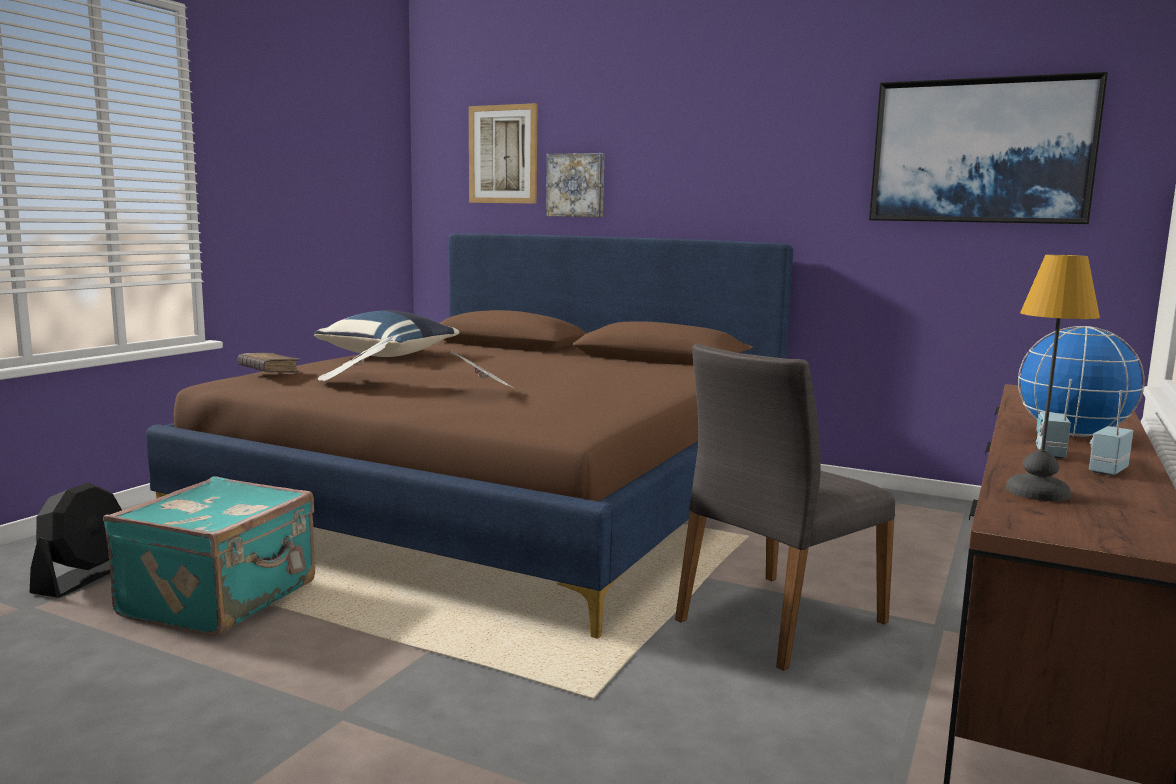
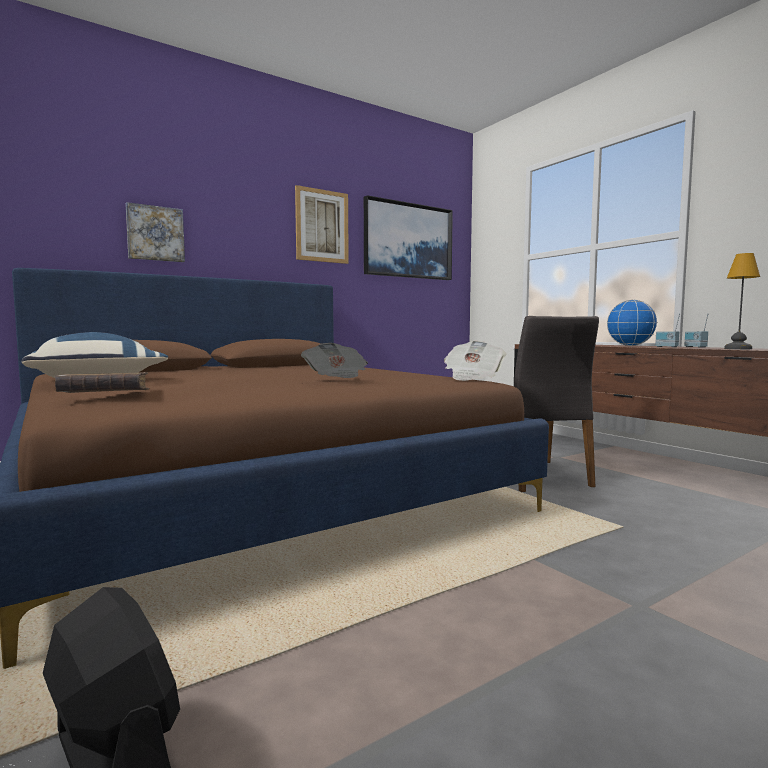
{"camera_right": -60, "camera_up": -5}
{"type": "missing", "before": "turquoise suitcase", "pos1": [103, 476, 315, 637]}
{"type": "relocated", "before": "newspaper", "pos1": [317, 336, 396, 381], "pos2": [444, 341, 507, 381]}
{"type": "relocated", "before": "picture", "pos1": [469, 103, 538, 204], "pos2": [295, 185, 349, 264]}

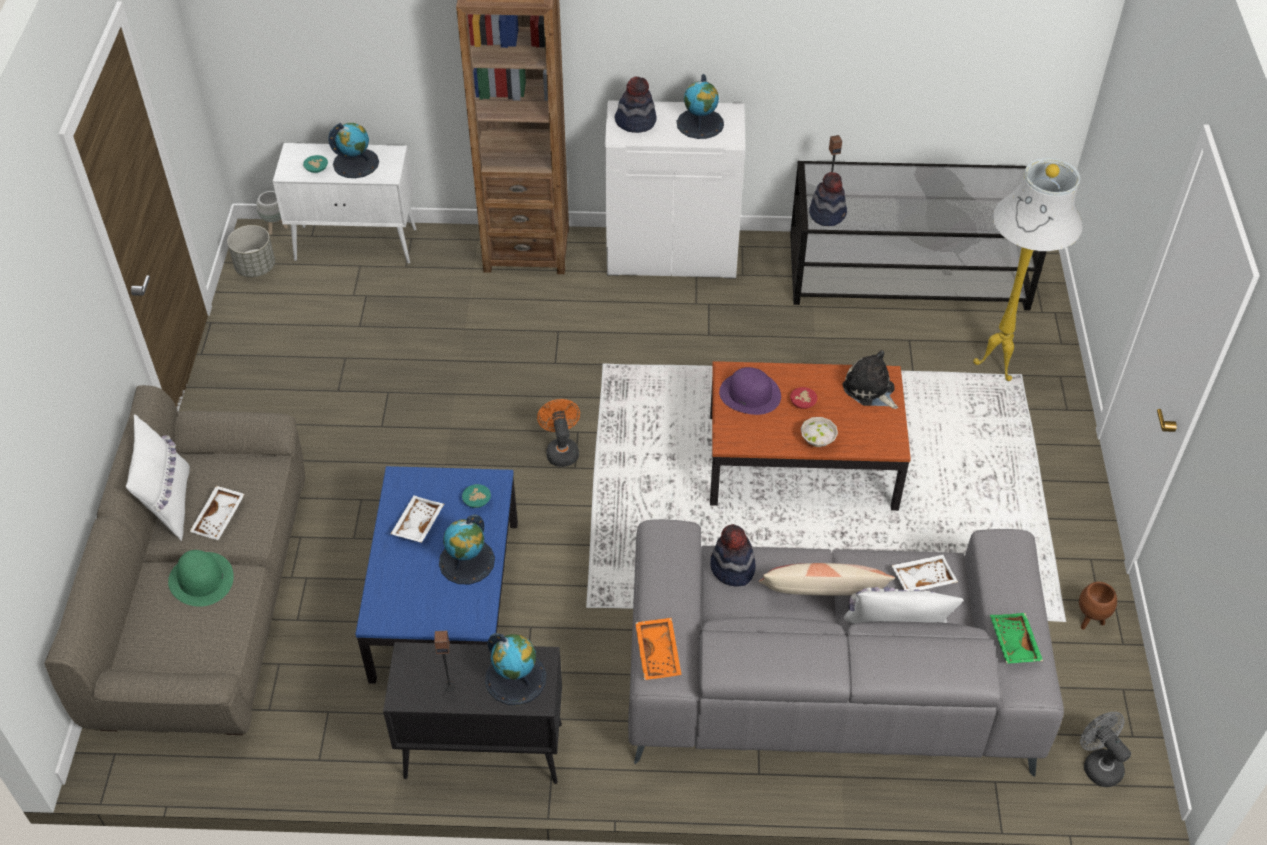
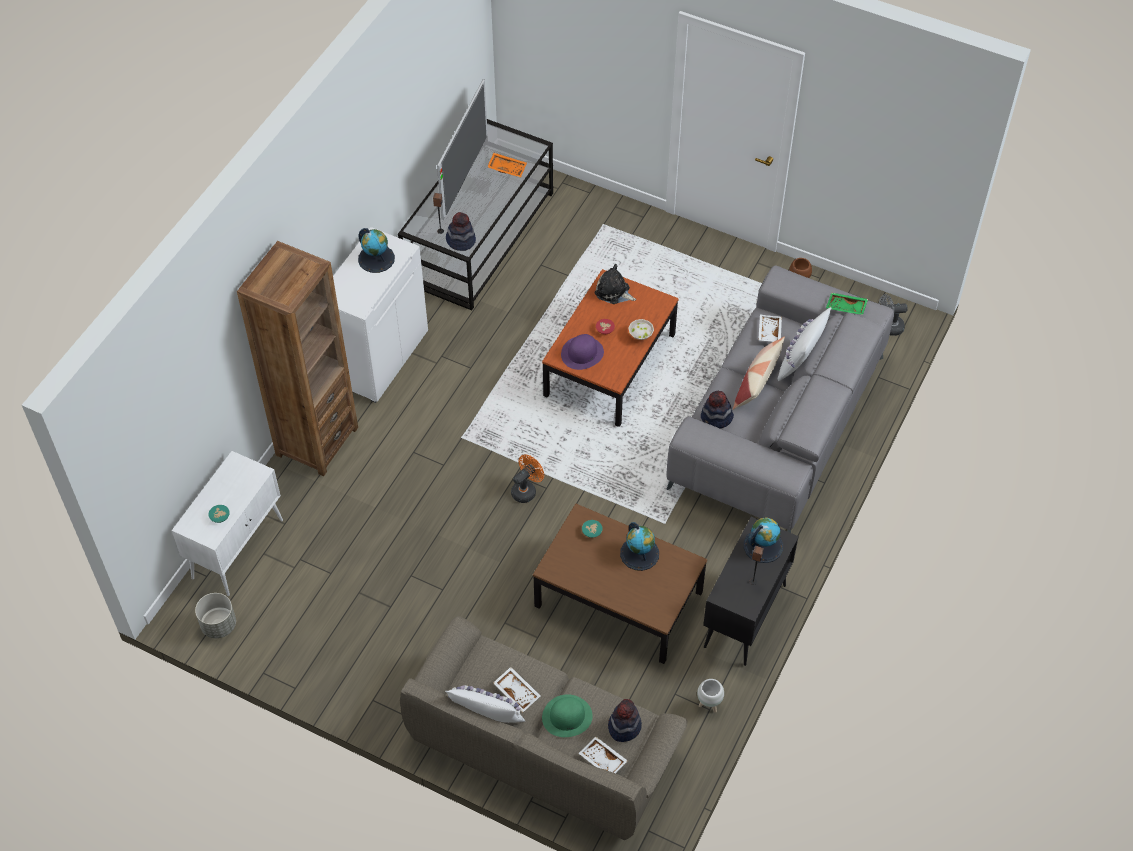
{"camera_right": -65, "camera_up": 5}
{"type": "relocated", "before": "white planter", "pos1": [256, 191, 288, 235], "pos2": [697, 679, 724, 713]}
{"type": "missing", "before": "globe", "pos1": [328, 123, 379, 178]}
{"type": "colour", "before": "blue coffee table", "after": "brown coffee table", "pos1": [355, 466, 518, 684], "pos2": [533, 504, 707, 664]}
{"type": "relocated", "before": "white tray", "pos1": [390, 495, 444, 543], "pos2": [579, 736, 628, 773]}
{"type": "spun", "before": "orange fan", "pos1": [537, 399, 580, 467], "pos2": [511, 454, 544, 503], "turn": 120}
{"type": "relocated", "before": "hat", "pos1": [614, 77, 656, 133], "pos2": [608, 699, 642, 742]}
{"type": "relocated", "before": "orange tray", "pos1": [635, 618, 682, 680], "pos2": [487, 153, 527, 178]}
{"type": "spun", "before": "plush toy", "pos1": [842, 350, 898, 409], "pos2": [595, 264, 636, 304], "turn": 45}
{"type": "missing", "before": "white floor lamp", "pos1": [973, 158, 1082, 381]}
{"type": "appeared", "after": "television", "pos2": [437, 79, 488, 220]}

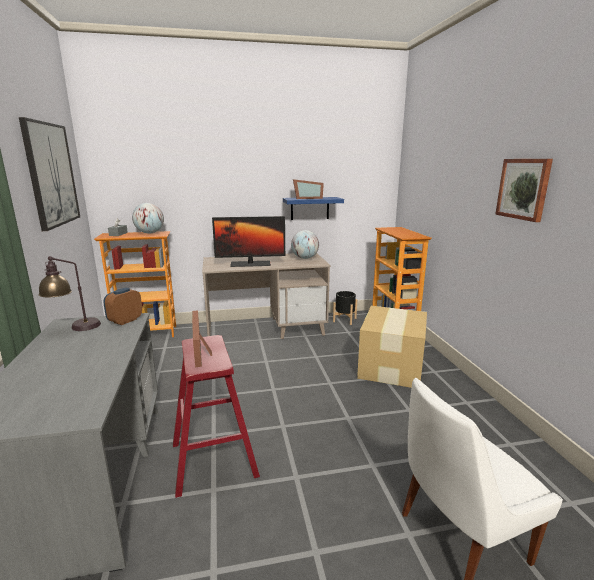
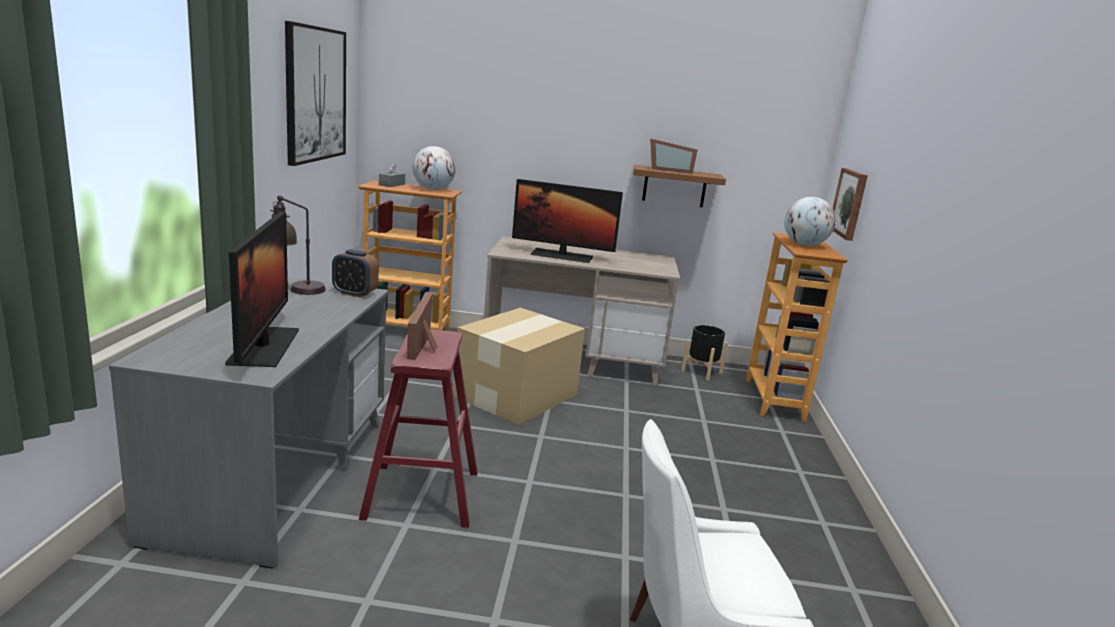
{"camera_right": 15, "camera_up": 0}
{"type": "spun", "before": "alarm clock", "pos1": [104, 287, 142, 325], "pos2": [332, 249, 379, 298], "turn": -120}
{"type": "colour", "before": "blue shelf", "after": "brown shelf", "pos1": [283, 197, 344, 220], "pos2": [633, 165, 726, 207]}
{"type": "relocated", "before": "globe", "pos1": [291, 230, 319, 259], "pos2": [784, 197, 836, 246]}
{"type": "relocated", "before": "cardboard box", "pos1": [357, 306, 427, 388], "pos2": [453, 308, 585, 425]}
{"type": "relocated", "before": "picture", "pos1": [495, 159, 553, 222], "pos2": [833, 168, 868, 241]}
{"type": "appeared", "after": "monitor", "pos2": [225, 212, 299, 367]}

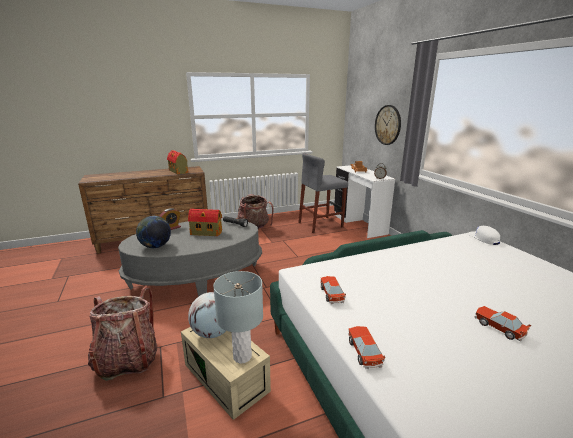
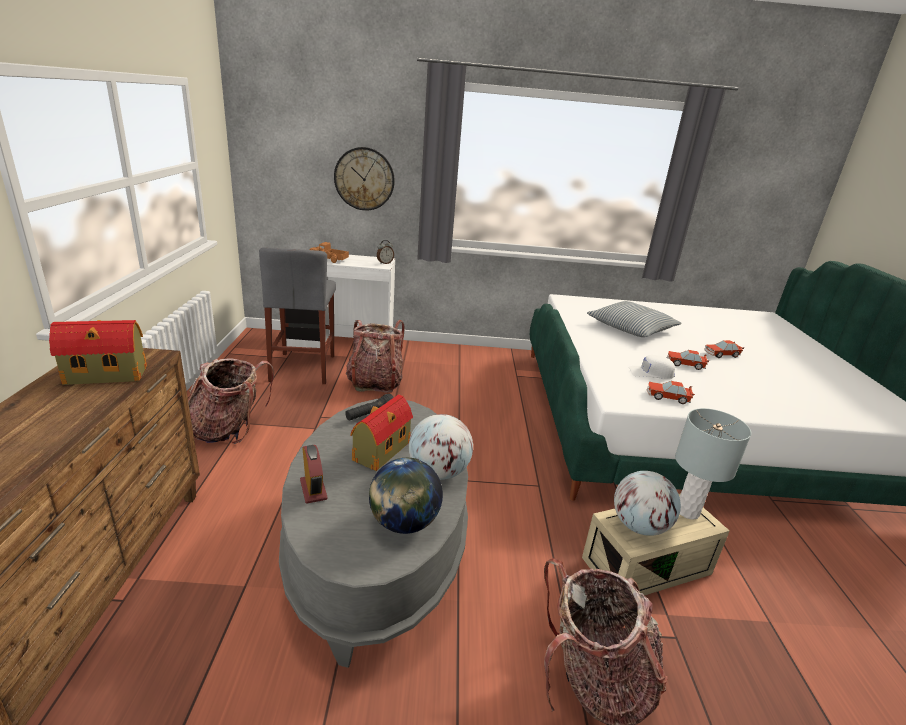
{"camera_right": -70, "camera_up": 5}
{"type": "relocated", "before": "toy car", "pos1": [348, 326, 385, 369], "pos2": [667, 350, 709, 370]}
{"type": "relocated", "before": "white cap", "pos1": [467, 226, 500, 245], "pos2": [629, 355, 675, 379]}
{"type": "appeared", "after": "backpack", "pos2": [346, 320, 405, 393]}
{"type": "appeared", "after": "globe", "pos2": [409, 414, 473, 480]}
{"type": "appeared", "after": "pillow", "pos2": [587, 301, 682, 337]}

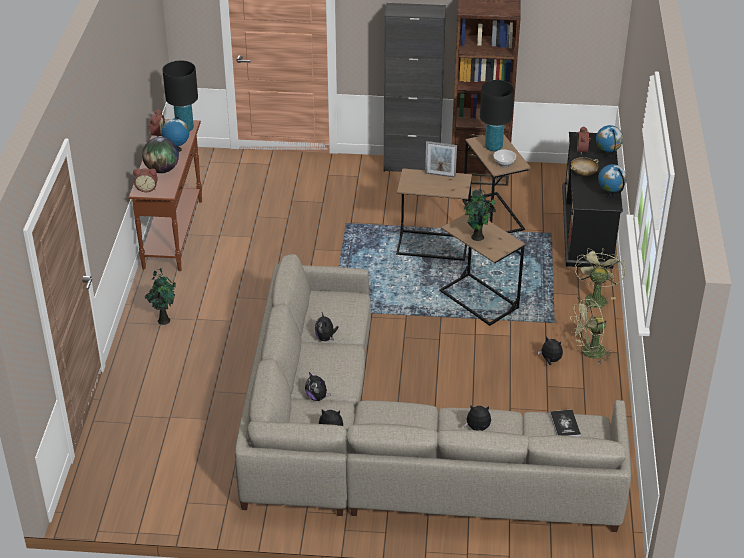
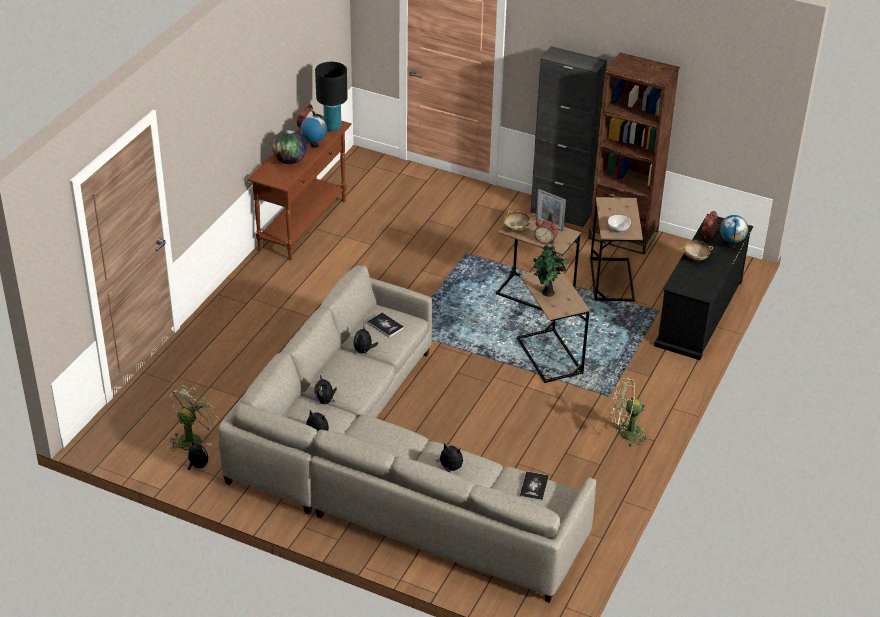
{"camera_right": 20, "camera_up": 0}
{"type": "relocated", "before": "alarm clock", "pos1": [133, 168, 158, 192], "pos2": [534, 219, 558, 244]}
{"type": "missing", "before": "potted plant", "pos1": [145, 268, 176, 325]}
{"type": "missing", "before": "black table lamp", "pos1": [480, 80, 514, 151]}
{"type": "relocated", "before": "plush toy", "pos1": [538, 336, 563, 365], "pos2": [186, 441, 208, 470]}
{"type": "relocated", "before": "green fan", "pos1": [575, 247, 625, 312], "pos2": [169, 385, 218, 451]}
{"type": "missing", "before": "globe", "pos1": [598, 164, 627, 198]}
{"type": "appeared", "after": "book", "pos2": [367, 313, 404, 338]}
{"type": "appeared", "after": "beige bowl", "pos2": [503, 210, 530, 231]}

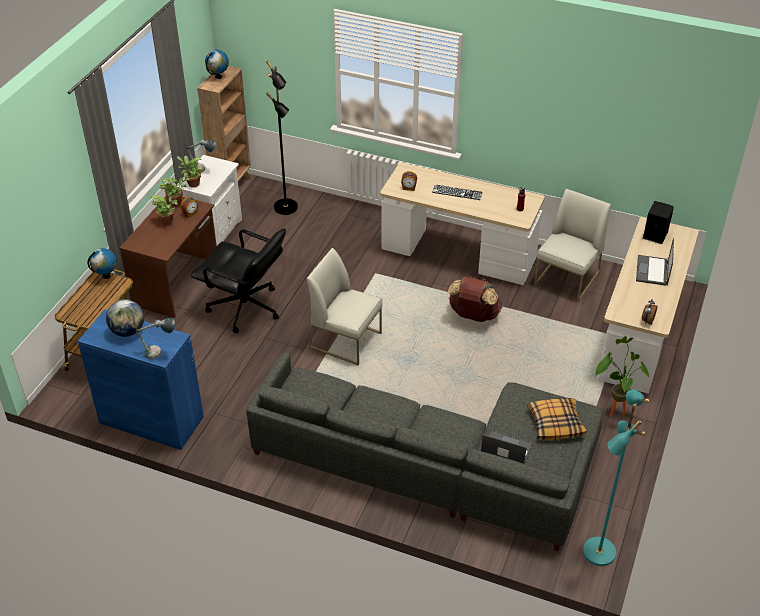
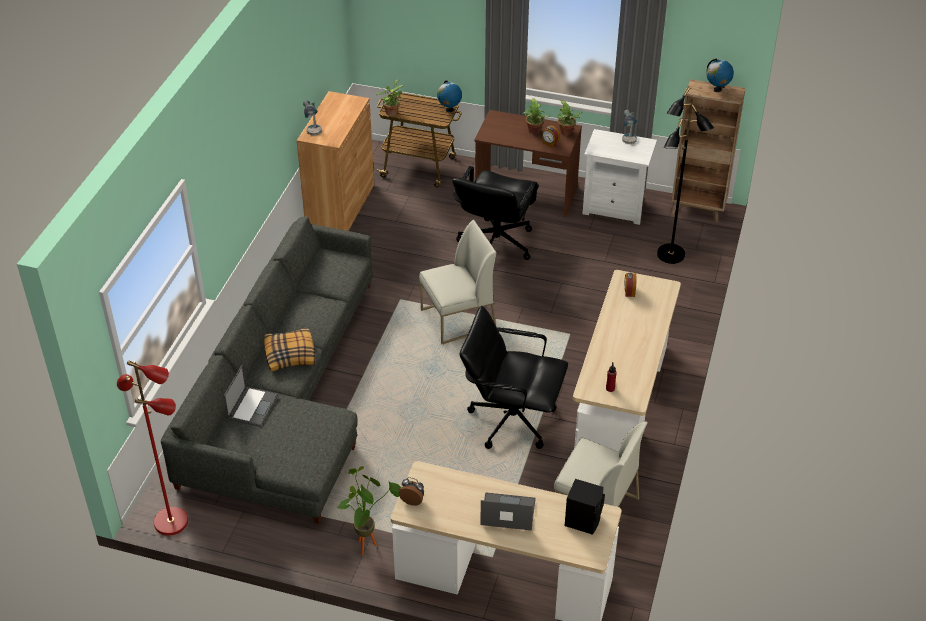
{"camera_right": 85, "camera_up": 0}
{"type": "colour", "before": "blue cabinet", "after": "brown cabinet", "pos1": [78, 309, 204, 450], "pos2": [297, 91, 374, 231]}
{"type": "missing", "before": "globe", "pos1": [106, 299, 144, 337]}
{"type": "relocated", "before": "potted plant", "pos1": [177, 156, 203, 187], "pos2": [376, 79, 404, 116]}
{"type": "spun", "before": "white chair", "pos1": [307, 248, 383, 365], "pos2": [419, 220, 496, 344], "turn": 45}
{"type": "missing", "before": "keyboard", "pos1": [432, 185, 482, 200]}
{"type": "exchanged", "before": "brown backpack", "after": "black office chair", "pos1": [448, 276, 502, 322], "pos2": [459, 306, 568, 449]}
{"type": "relocated", "before": "pillow", "pos1": [527, 398, 587, 440], "pos2": [264, 327, 316, 372]}
{"type": "colour", "before": "turquoise floor lamp", "after": "red floor lamp", "pos1": [583, 389, 649, 566], "pos2": [117, 360, 188, 535]}

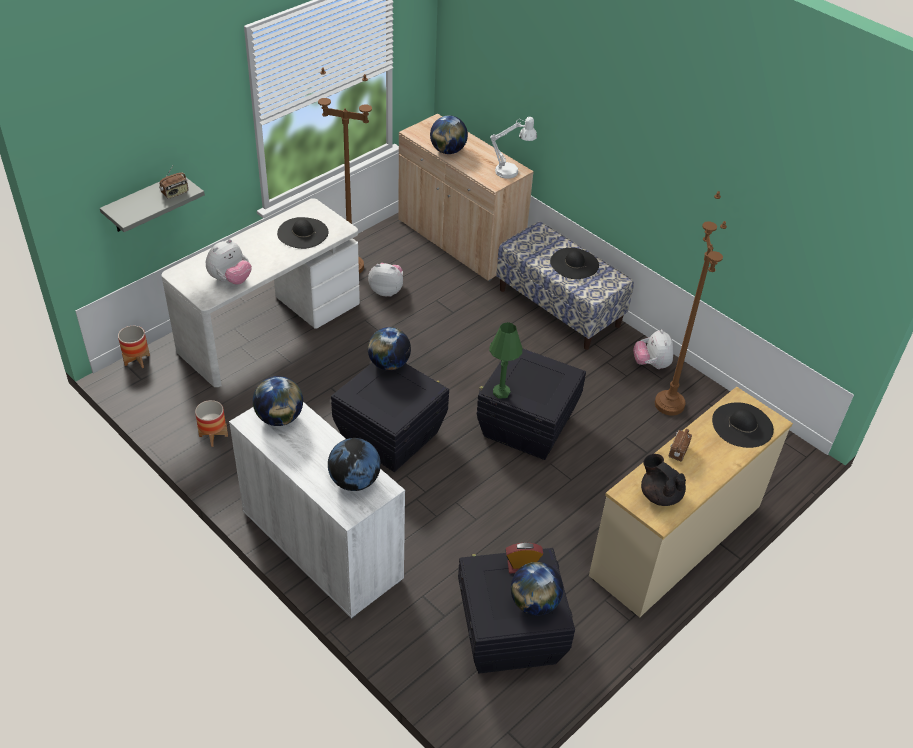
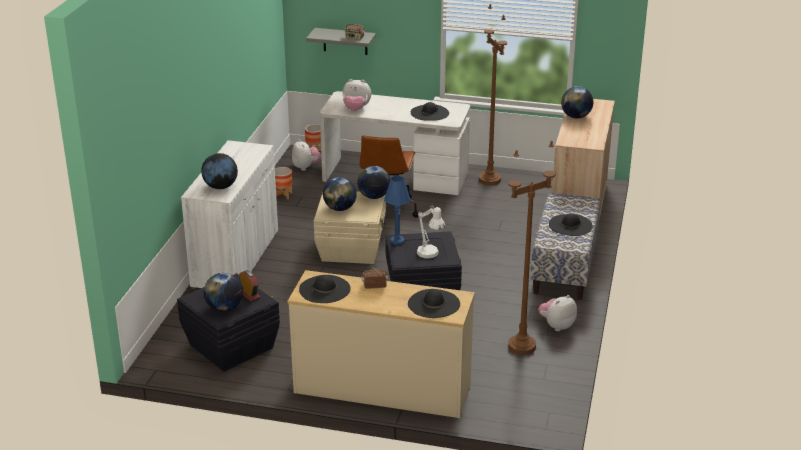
{"camera_right": 60, "camera_up": -15}
{"type": "relocated", "before": "globe", "pos1": [253, 376, 303, 426], "pos2": [323, 177, 357, 211]}
{"type": "colour", "before": "black storage box", "after": "beige storage box", "pos1": [331, 362, 449, 472], "pos2": [314, 191, 387, 264]}
{"type": "relocated", "before": "plush toy", "pos1": [368, 263, 403, 297], "pos2": [292, 139, 321, 171]}
{"type": "colour", "before": "green table lamp", "after": "blue table lamp", "pos1": [489, 322, 523, 399], "pos2": [384, 176, 411, 245]}
{"type": "relocated", "before": "white table lamp", "pos1": [490, 117, 537, 179], "pos2": [417, 207, 445, 259]}
{"type": "exchanged", "before": "black teapot", "after": "black hat", "pos1": [641, 454, 686, 506], "pos2": [299, 275, 350, 303]}
{"type": "appeared", "after": "brown office chair", "pos2": [359, 135, 418, 226]}

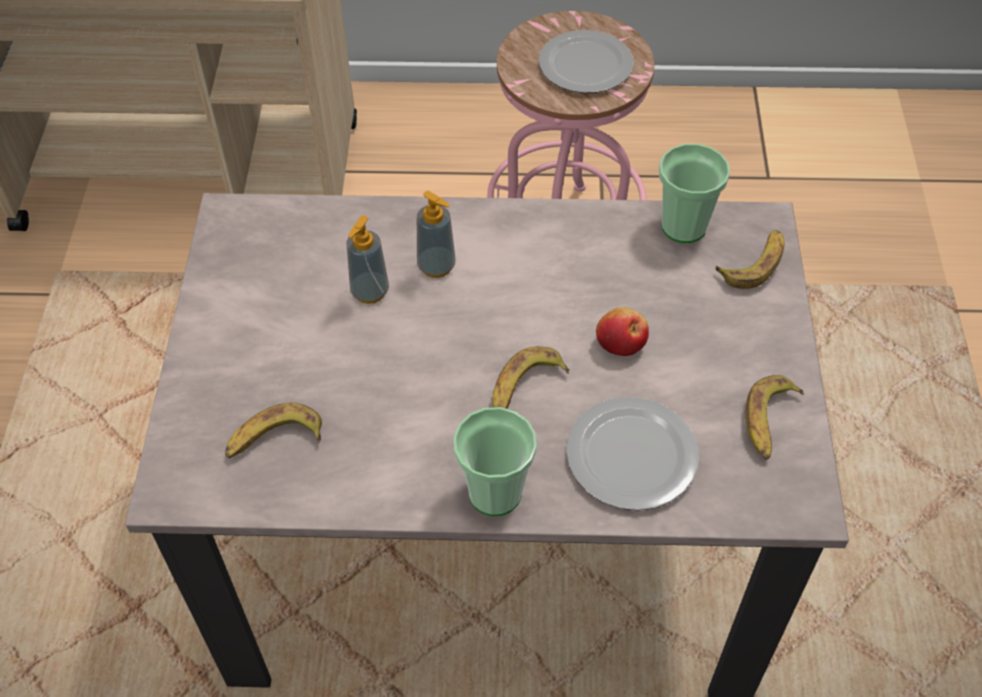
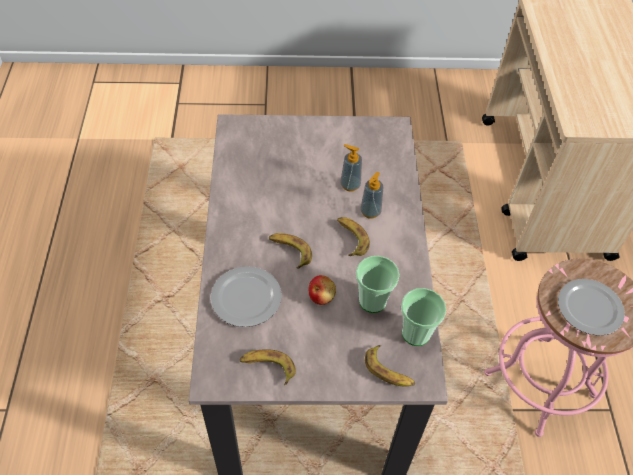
{"camera_right": 85, "camera_up": 0}
{"type": "relocated", "before": "banana", "pos1": [225, 403, 322, 458], "pos2": [337, 217, 370, 256]}
{"type": "relocated", "before": "cup", "pos1": [453, 407, 537, 516], "pos2": [356, 256, 400, 313]}

